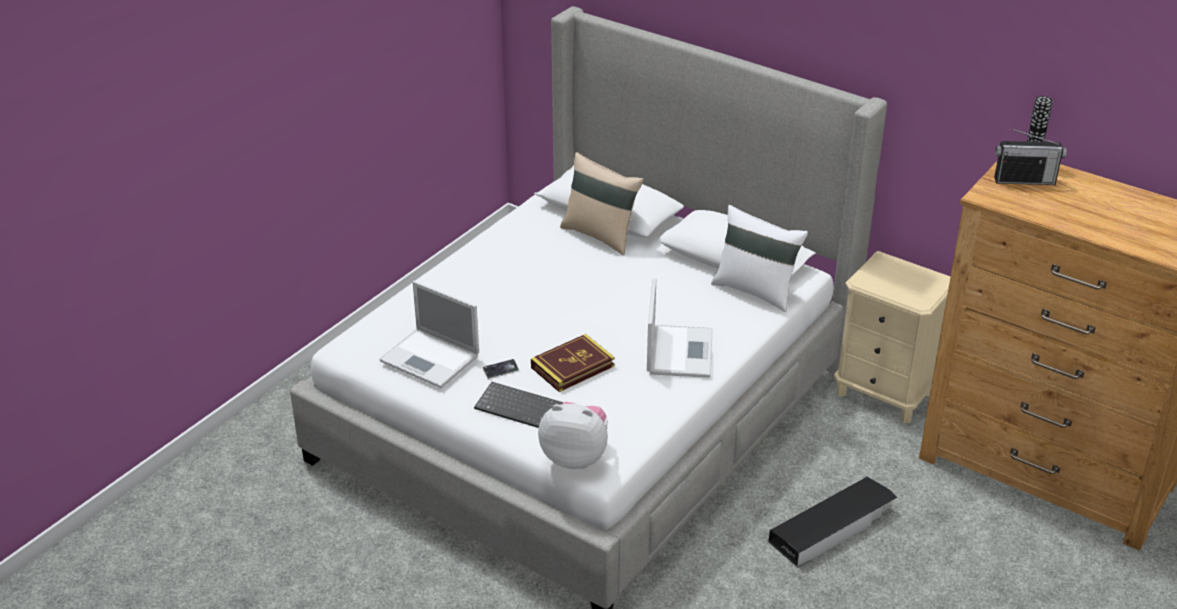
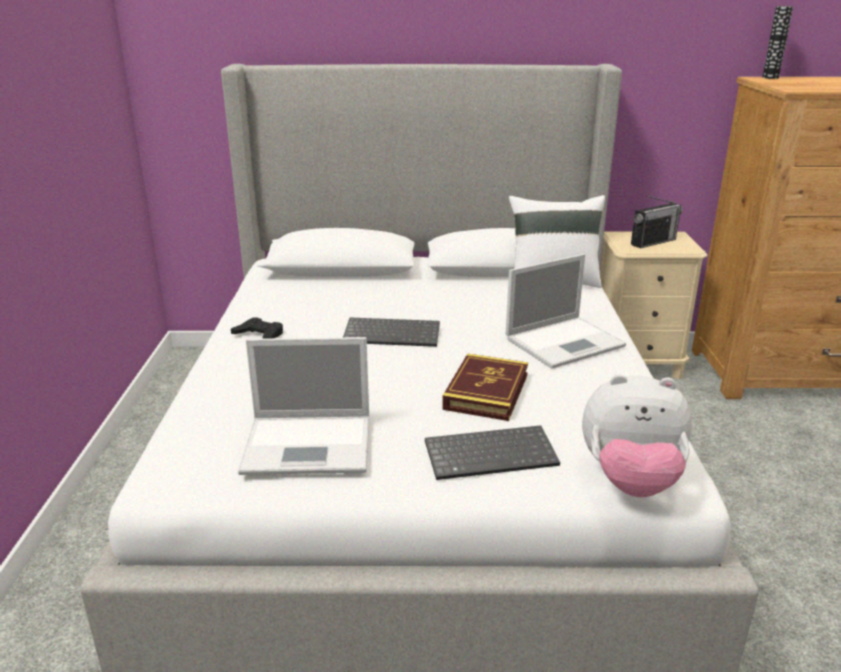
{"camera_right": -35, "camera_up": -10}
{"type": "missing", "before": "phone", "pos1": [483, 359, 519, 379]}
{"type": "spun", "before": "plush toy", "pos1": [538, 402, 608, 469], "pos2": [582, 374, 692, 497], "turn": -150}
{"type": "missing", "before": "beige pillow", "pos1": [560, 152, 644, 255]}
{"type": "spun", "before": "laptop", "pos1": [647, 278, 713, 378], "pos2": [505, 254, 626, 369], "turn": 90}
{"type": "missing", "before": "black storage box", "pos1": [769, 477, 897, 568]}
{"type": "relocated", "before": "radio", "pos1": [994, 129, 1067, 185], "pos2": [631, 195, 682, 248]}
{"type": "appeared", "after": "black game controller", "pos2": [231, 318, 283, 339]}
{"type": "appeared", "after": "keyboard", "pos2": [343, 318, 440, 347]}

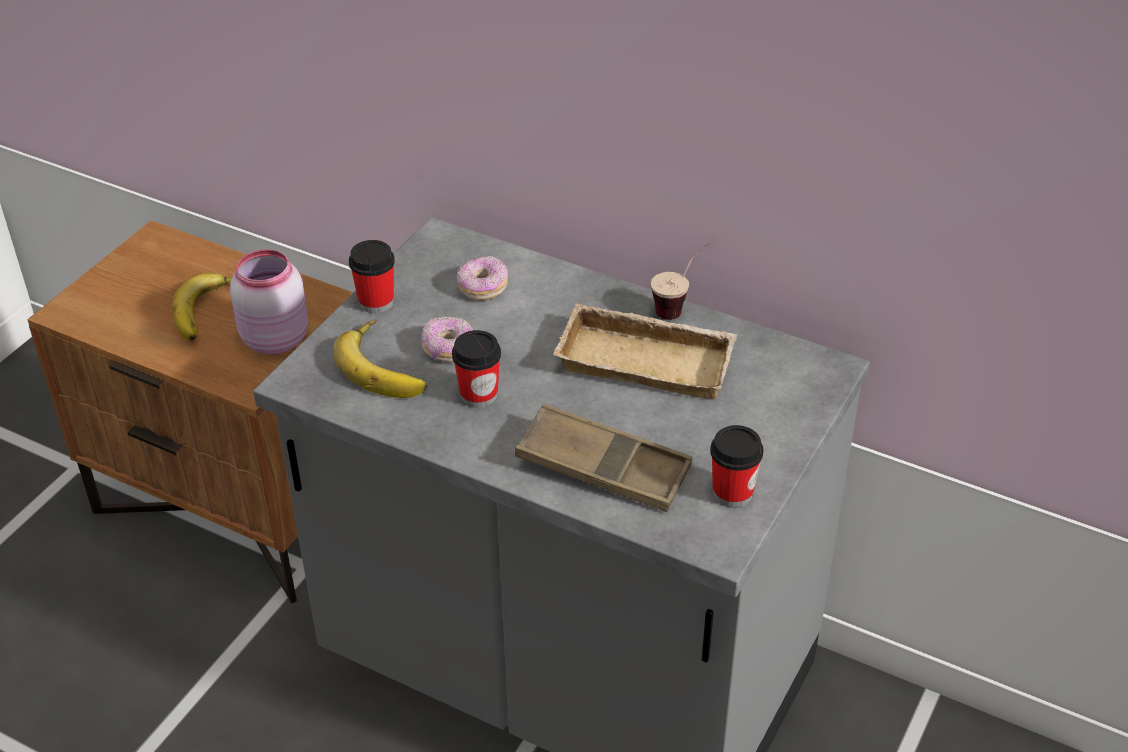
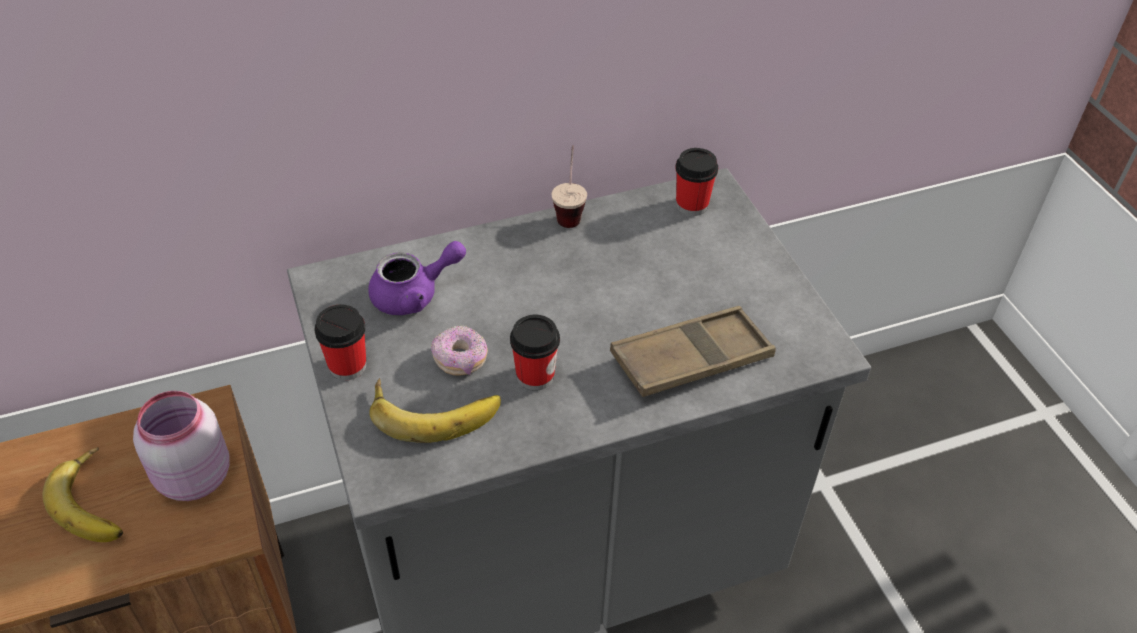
{"camera_right": -50, "camera_up": 5}
{"type": "exchanged", "before": "donut", "after": "purple teapot", "pos1": [457, 256, 508, 301], "pos2": [368, 241, 466, 315]}
{"type": "missing", "before": "beige tray", "pos1": [553, 303, 738, 399]}
{"type": "relocated", "before": "cup", "pos1": [710, 425, 763, 507], "pos2": [676, 148, 718, 216]}

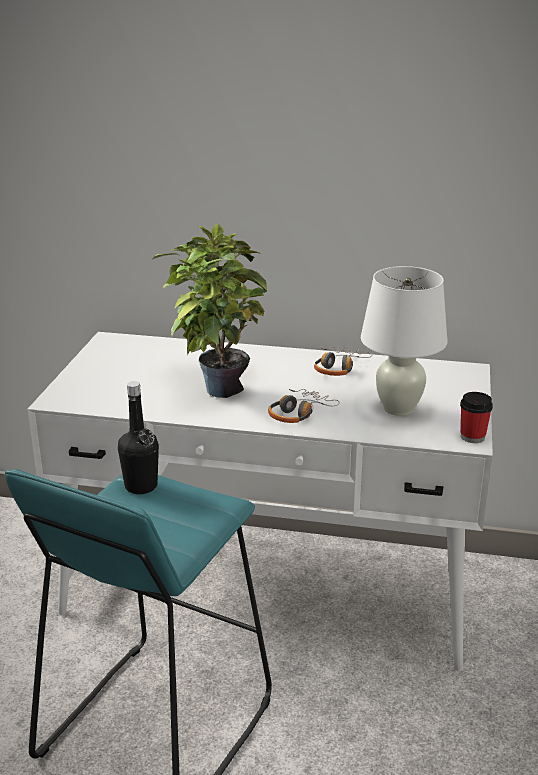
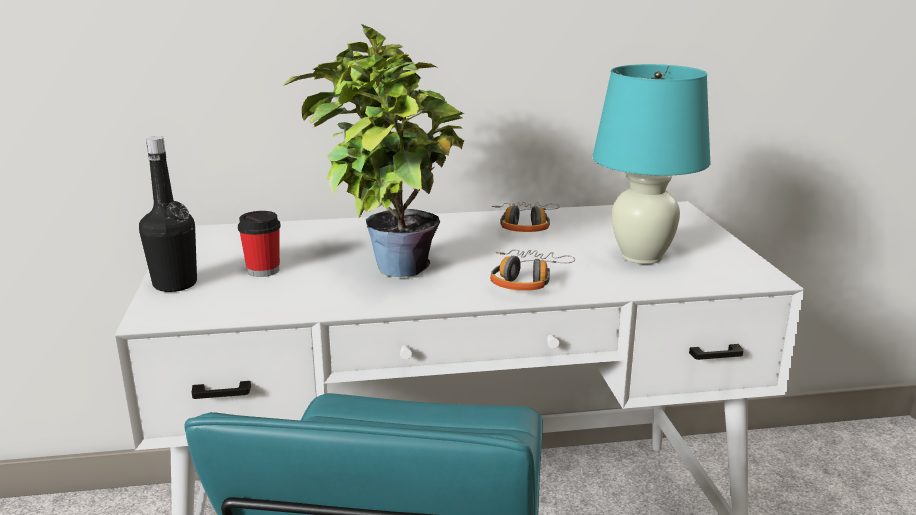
{"camera_right": -20, "camera_up": -5}
{"type": "relocated", "before": "black bottle", "pos1": [118, 381, 159, 494], "pos2": [139, 136, 197, 292]}
{"type": "colour", "before": "white table lamp", "after": "turquoise table lamp", "pos1": [361, 266, 448, 416], "pos2": [593, 64, 711, 264]}
{"type": "relocated", "before": "cup", "pos1": [460, 392, 493, 443], "pos2": [238, 211, 281, 277]}

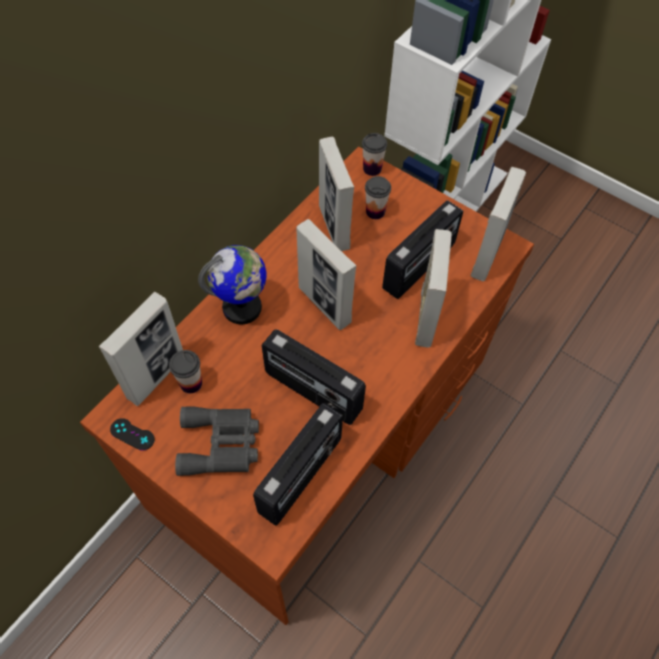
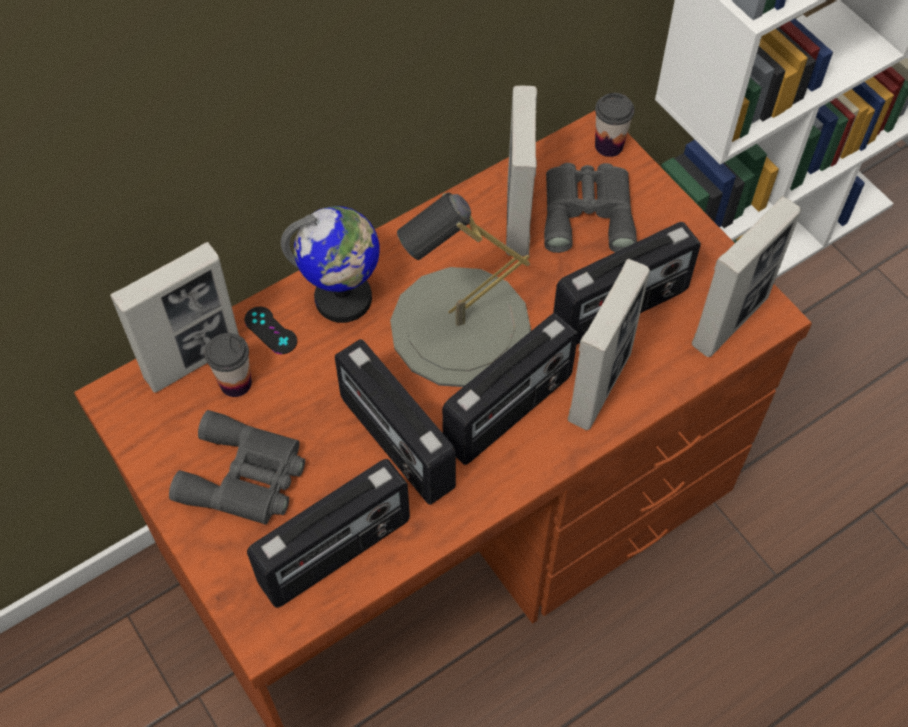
{"camera_right": 20, "camera_up": 0}
{"type": "relocated", "before": "black game controller", "pos1": [110, 418, 155, 451], "pos2": [245, 306, 297, 354]}
{"type": "exchanged", "before": "picture frame", "after": "grey table lamp", "pos1": [296, 219, 356, 330], "pos2": [390, 193, 531, 387]}
{"type": "exchanged", "before": "cup", "after": "grey binoculars", "pos1": [365, 176, 391, 219], "pos2": [544, 163, 637, 253]}
{"type": "appeared", "after": "radio", "pos2": [442, 313, 578, 465]}

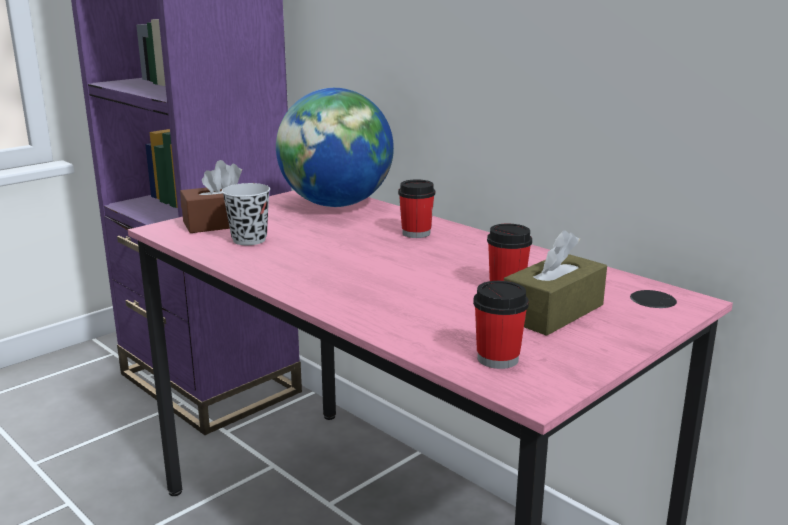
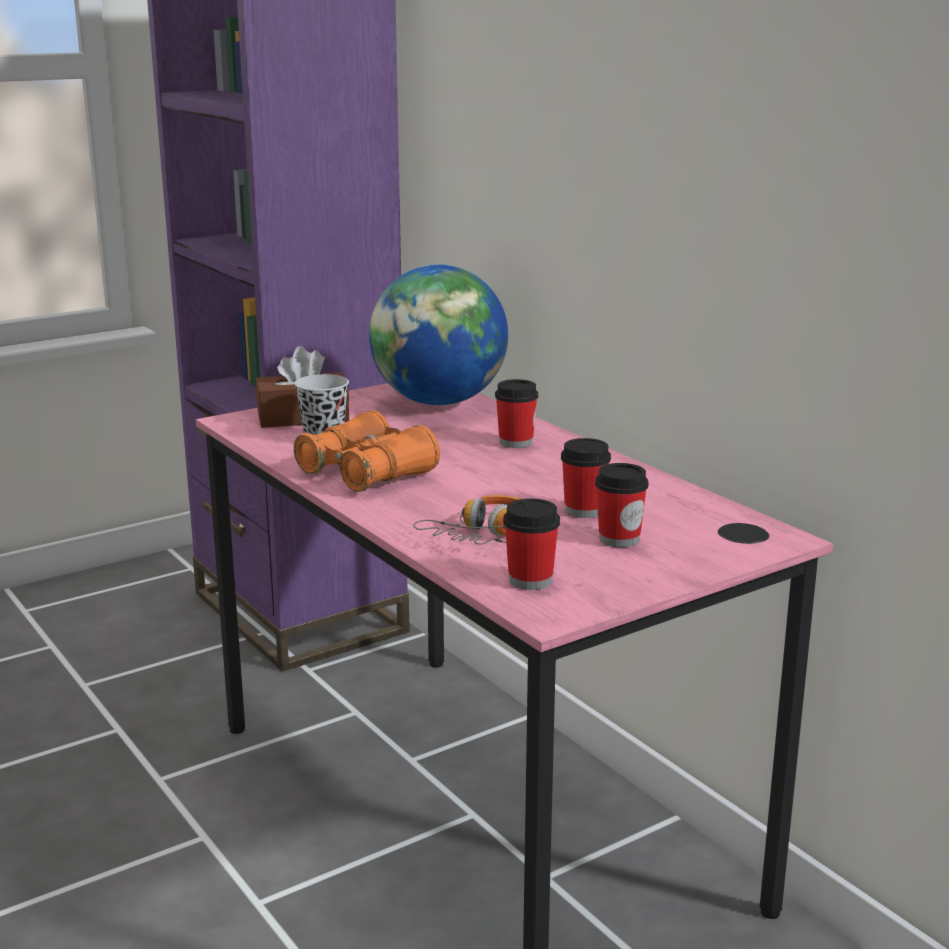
{"camera_right": 10, "camera_up": 0}
{"type": "exchanged", "before": "brown tissue box", "after": "cup", "pos1": [504, 230, 607, 336], "pos2": [595, 463, 648, 548]}
{"type": "appeared", "after": "orange binoculars", "pos2": [294, 410, 440, 492]}
{"type": "appeared", "after": "headphones", "pos2": [413, 495, 520, 545]}

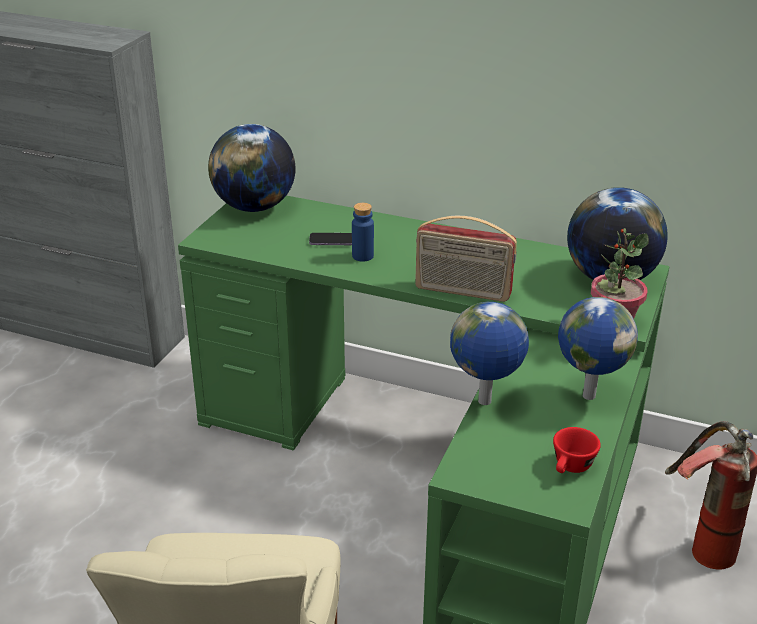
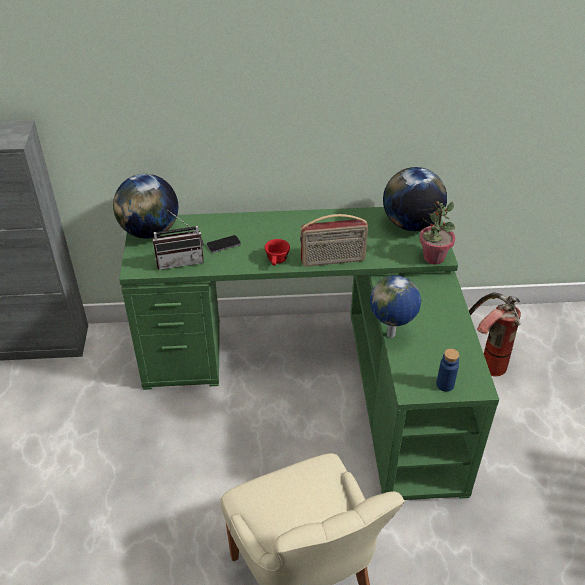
{"camera_right": -25, "camera_up": 10}
{"type": "relocated", "before": "blue bottle", "pos1": [352, 203, 374, 262], "pos2": [436, 348, 459, 392]}
{"type": "relocated", "before": "red cup", "pos1": [553, 427, 601, 473], "pos2": [265, 239, 290, 265]}
{"type": "missing", "before": "globe", "pos1": [558, 297, 638, 400]}
{"type": "appeared", "after": "radio", "pos2": [153, 210, 204, 270]}

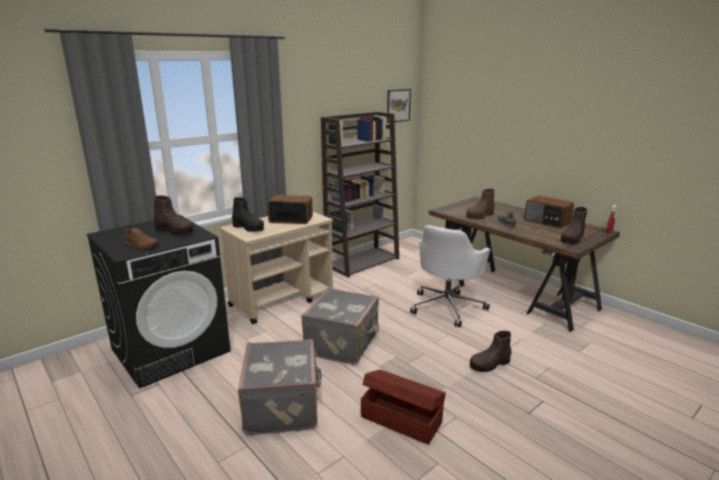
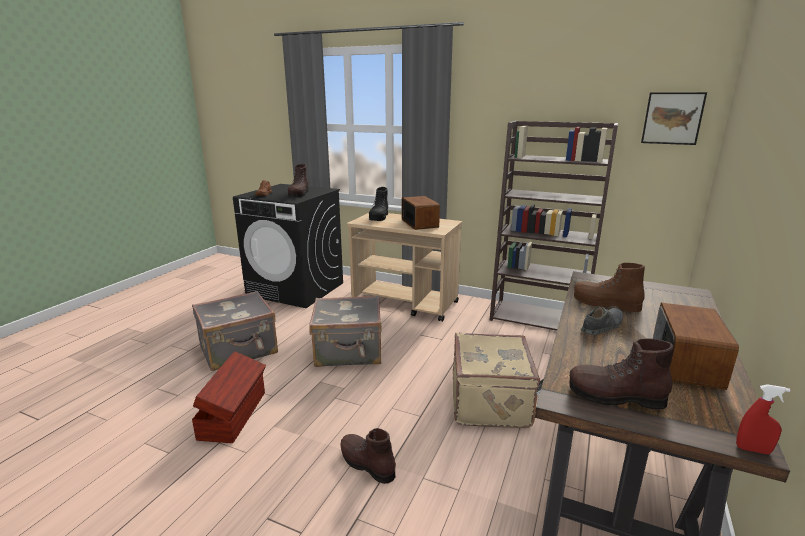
{"camera_right": 65, "camera_up": 0}
{"type": "exchanged", "before": "white office chair", "after": "beige suitcase", "pos1": [410, 225, 491, 327], "pos2": [453, 332, 540, 428]}

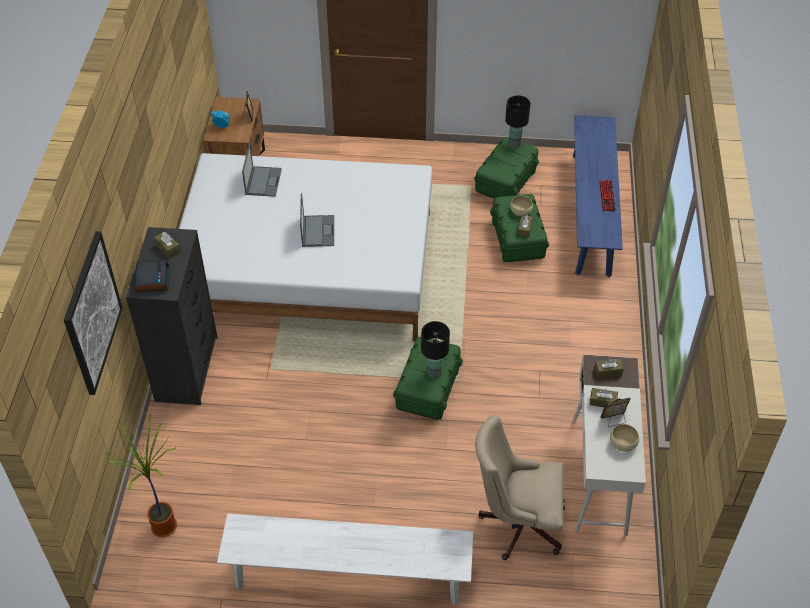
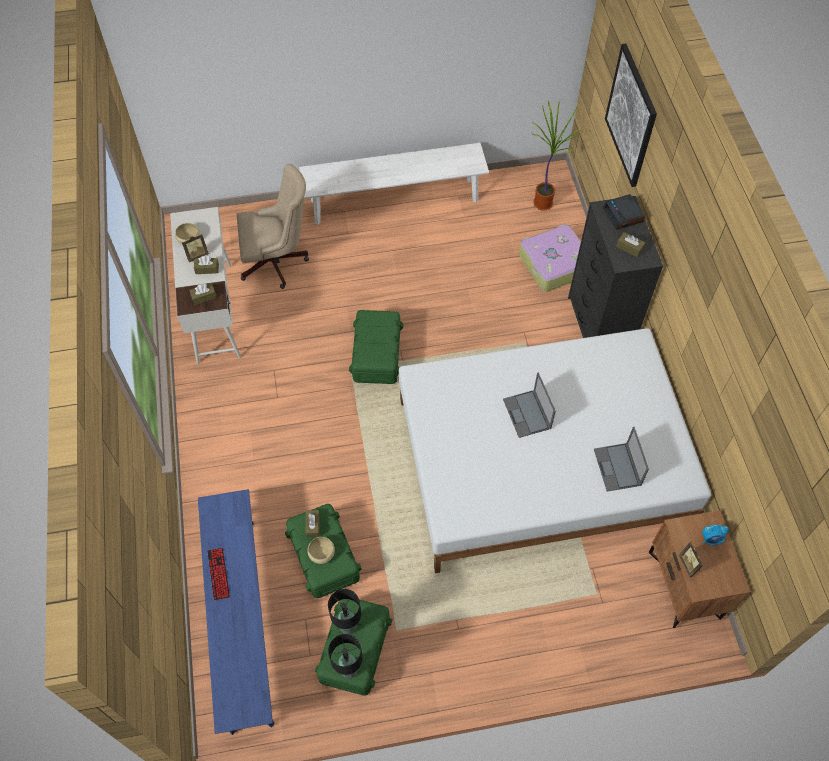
{"camera_right": 165, "camera_up": 10}
{"type": "relocated", "before": "black table lamp", "pos1": [421, 321, 450, 378], "pos2": [328, 589, 361, 634]}
{"type": "appeared", "after": "suitcase", "pos2": [519, 224, 581, 292]}

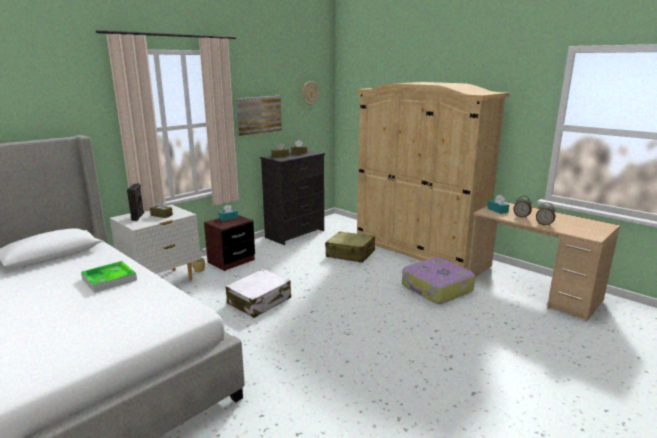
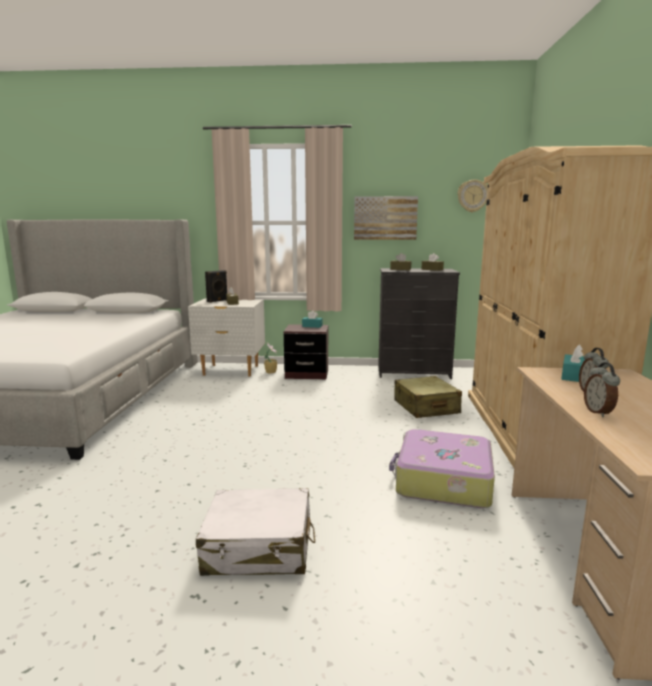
{"camera_right": 50, "camera_up": -5}
{"type": "missing", "before": "tray", "pos1": [81, 261, 137, 293]}
{"type": "relocated", "before": "white suitcase", "pos1": [226, 269, 291, 318], "pos2": [196, 488, 315, 576]}

